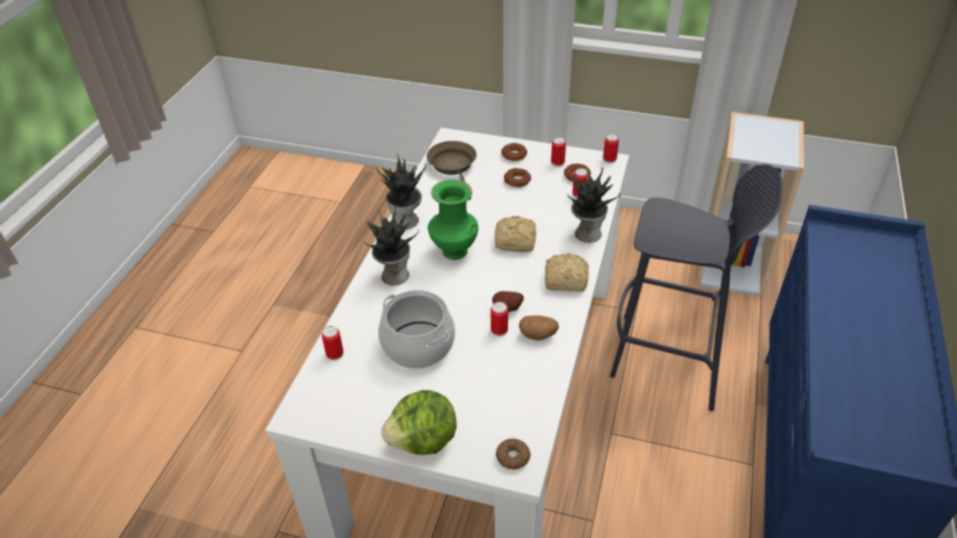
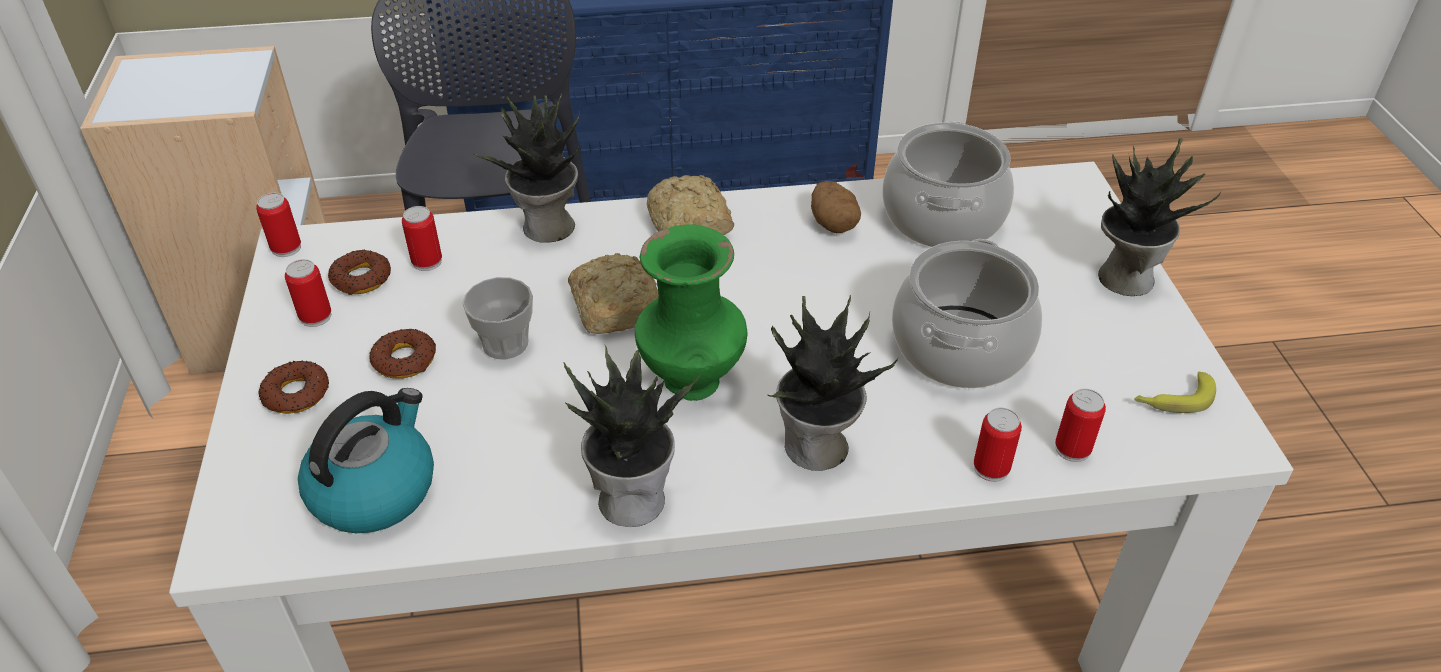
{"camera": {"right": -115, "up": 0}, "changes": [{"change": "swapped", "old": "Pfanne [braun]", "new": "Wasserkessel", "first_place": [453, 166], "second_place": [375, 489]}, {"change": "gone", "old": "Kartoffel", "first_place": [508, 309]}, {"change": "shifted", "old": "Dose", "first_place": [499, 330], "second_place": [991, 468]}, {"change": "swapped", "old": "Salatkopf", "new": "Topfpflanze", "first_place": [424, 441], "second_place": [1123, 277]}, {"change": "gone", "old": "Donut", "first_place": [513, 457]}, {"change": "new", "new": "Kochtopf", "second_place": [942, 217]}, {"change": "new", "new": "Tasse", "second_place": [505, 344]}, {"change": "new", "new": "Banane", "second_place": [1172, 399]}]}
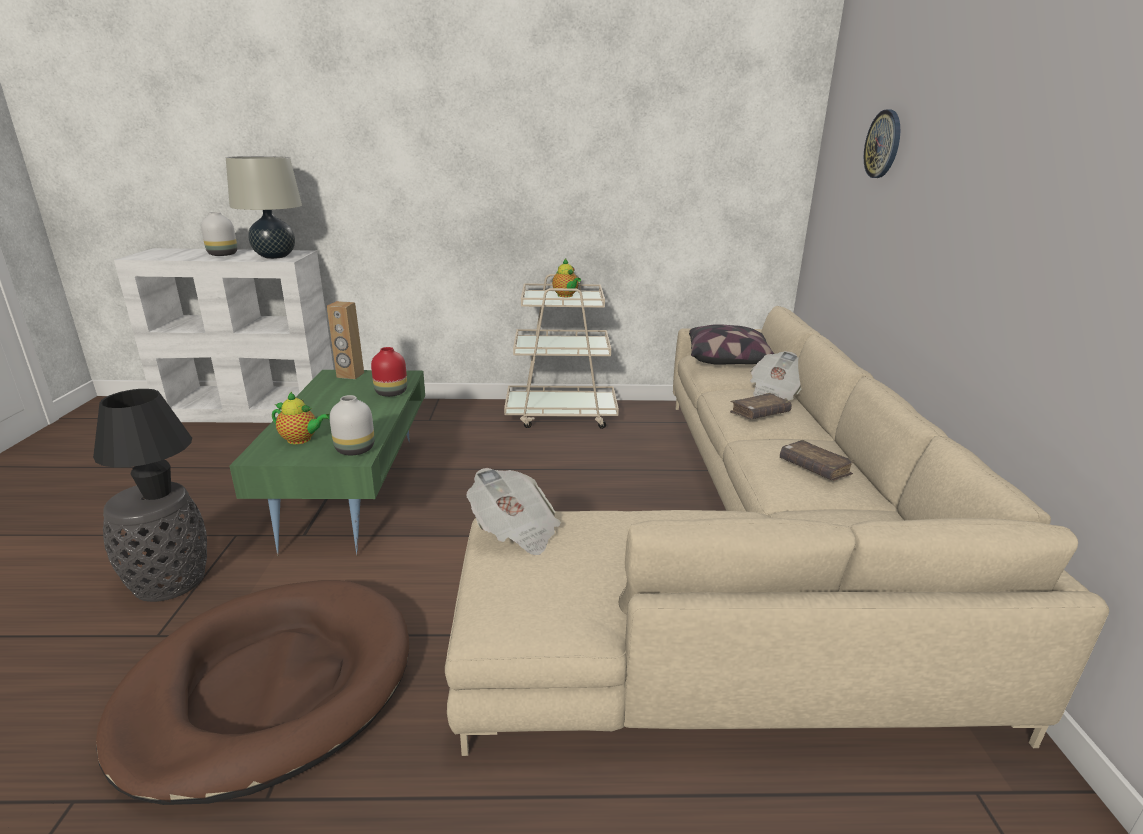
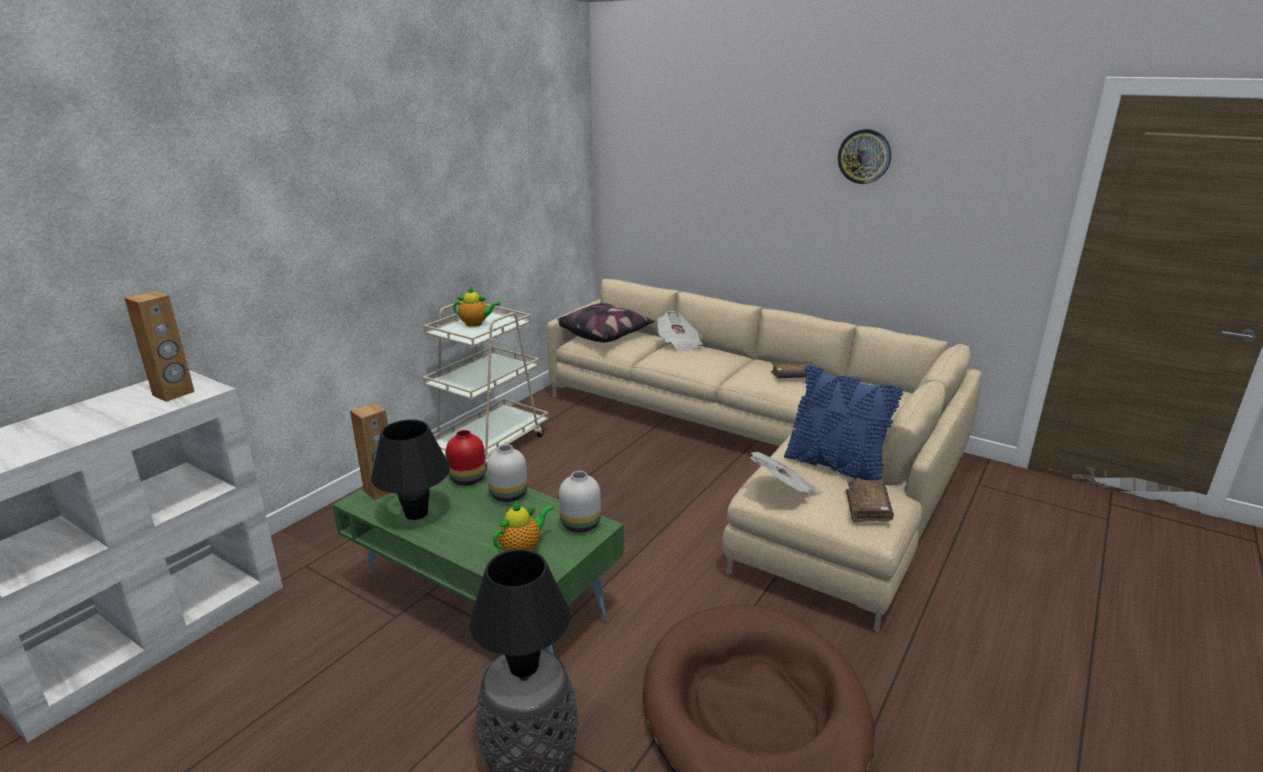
{"camera": {"right": -55, "up": 0}, "changes": [{"change": "shifted", "old": "Wanduhr", "first_place": [883, 144], "second_place": [864, 156]}, {"change": "swapped", "old": "Tischlampe [beige]", "new": "Lautsprecher [braun]", "first_place": [275, 256], "second_place": [174, 393]}, {"change": "shifted", "old": "Vase [weiß]", "first_place": [222, 255], "second_place": [508, 496]}, {"change": "shifted", "old": "Buch [braun]", "first_place": [759, 414], "second_place": [867, 507]}, {"change": "new", "new": "Kissen [blau]", "second_place": [835, 466]}, {"change": "new", "new": "Tischlampe [schwarz]", "second_place": [416, 513]}]}
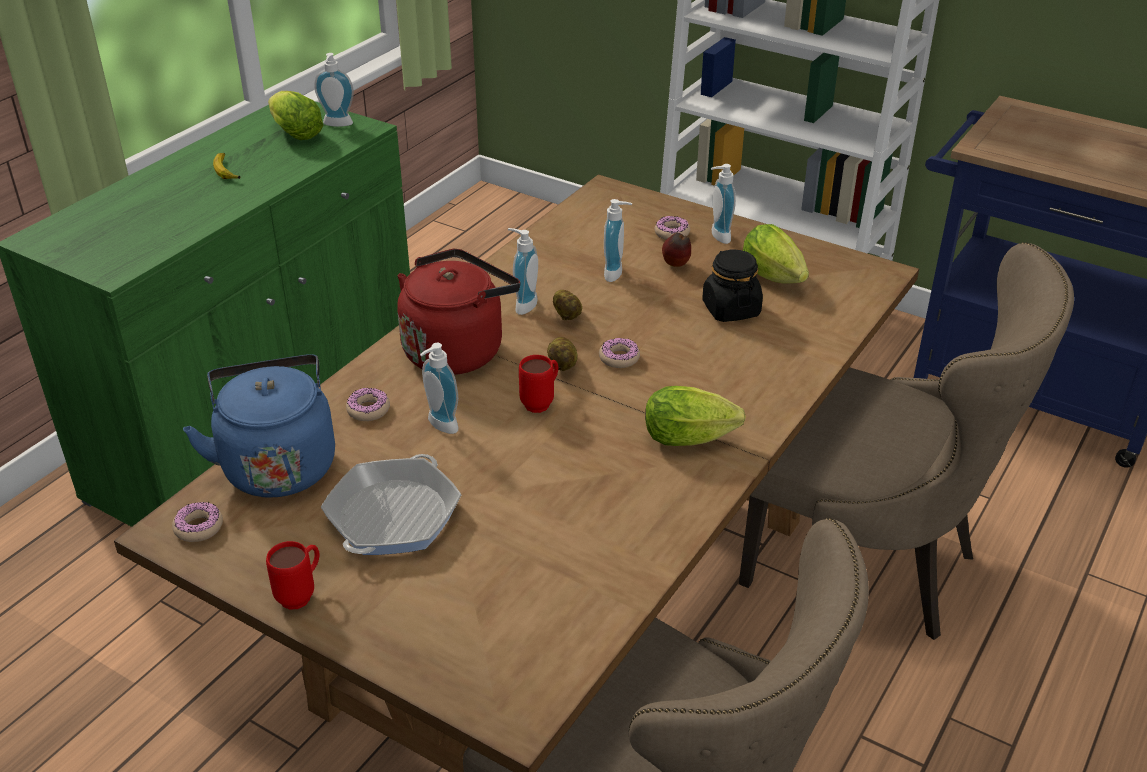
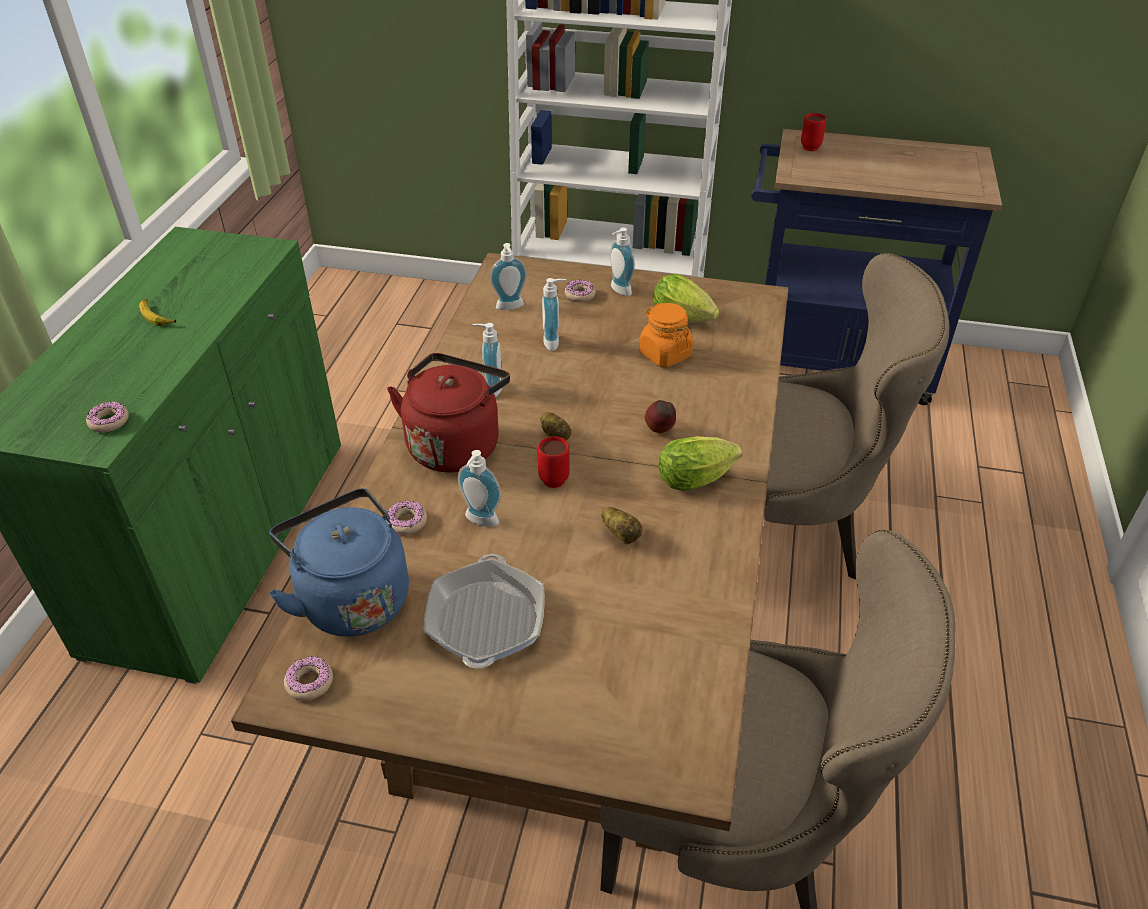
{"camera": {"right": -20, "up": 5}, "changes": [{"change": "shifted", "old": "Seifenspender", "first_place": [337, 125], "second_place": [510, 307]}, {"change": "gone", "old": "Salatkopf", "first_place": [294, 133]}, {"change": "shifted", "old": "Apfel", "first_place": [676, 266], "second_place": [660, 430]}, {"change": "repainted", "old": "Vorratsglas [schwarz]", "new": "Vorratsglas [orange]", "first_place": [730, 309], "second_place": [664, 354]}, {"change": "shifted", "old": "Kartoffel", "first_place": [567, 315], "second_place": [621, 534]}, {"change": "shifted", "old": "Donut", "first_place": [619, 358], "second_place": [109, 421]}, {"change": "shifted", "old": "Henkelbecher [rot]", "first_place": [302, 594], "second_place": [811, 146]}]}
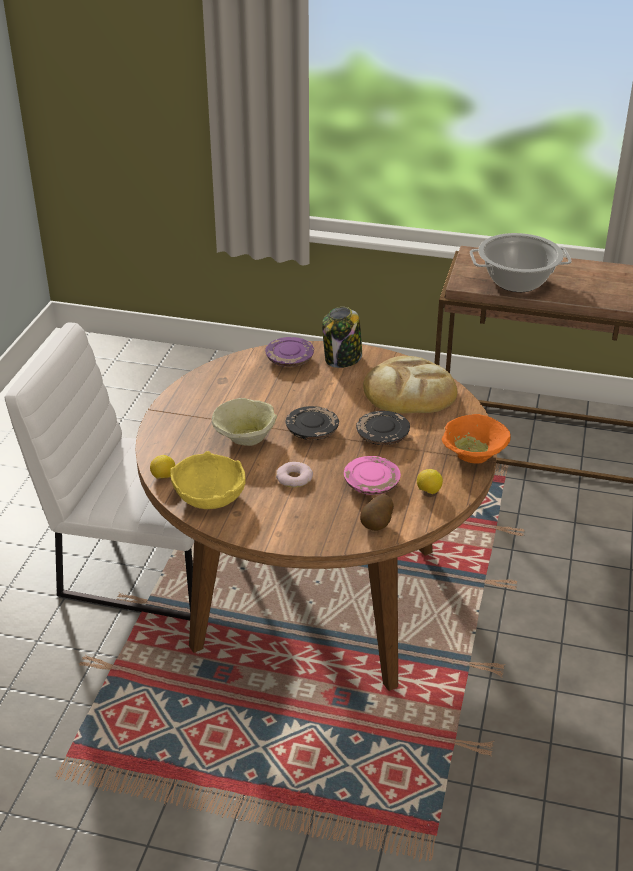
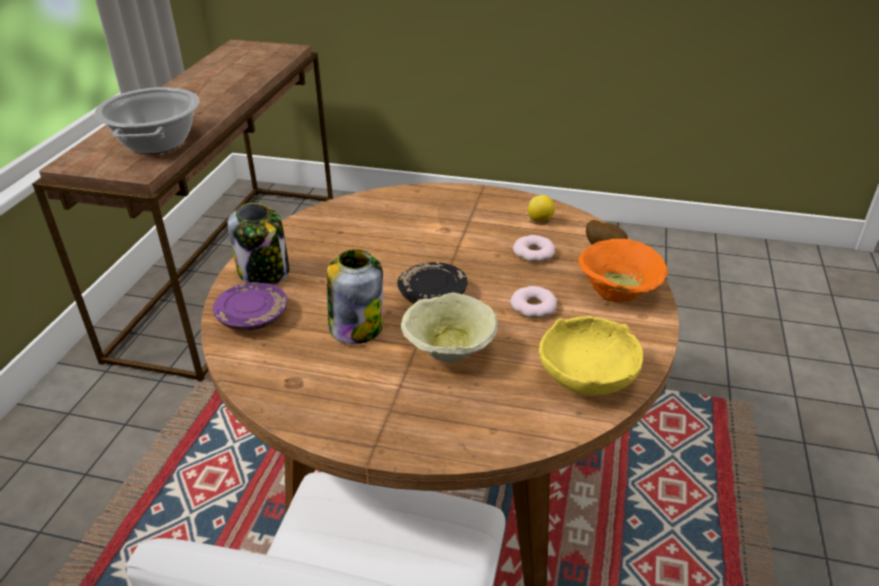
{"camera": {"right": -90, "up": 0}, "changes": [{"change": "gone", "old": "Brot", "first_place": [409, 391]}, {"change": "gone", "old": "Teller [schwarz]", "first_place": [382, 436]}, {"change": "shifted", "old": "Schüssel [orange]", "first_place": [473, 457], "second_place": [620, 292]}, {"change": "gone", "old": "Zitrone", "first_place": [163, 477]}, {"change": "swapped", "old": "Teller [rosa]", "new": "Donut", "first_place": [371, 483], "second_place": [534, 253]}, {"change": "new", "new": "Vorratsglas", "second_place": [356, 326]}]}
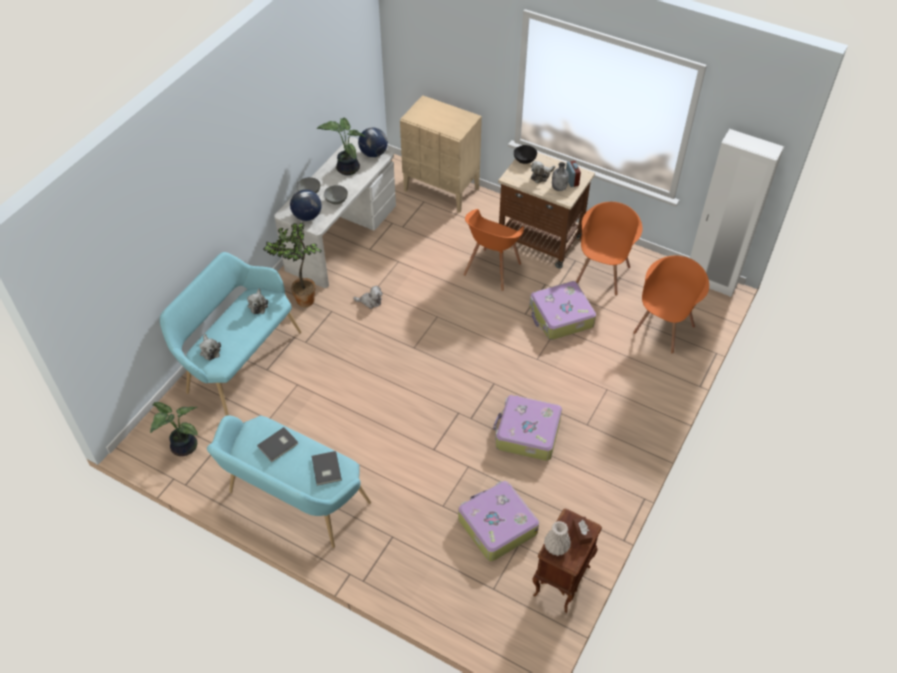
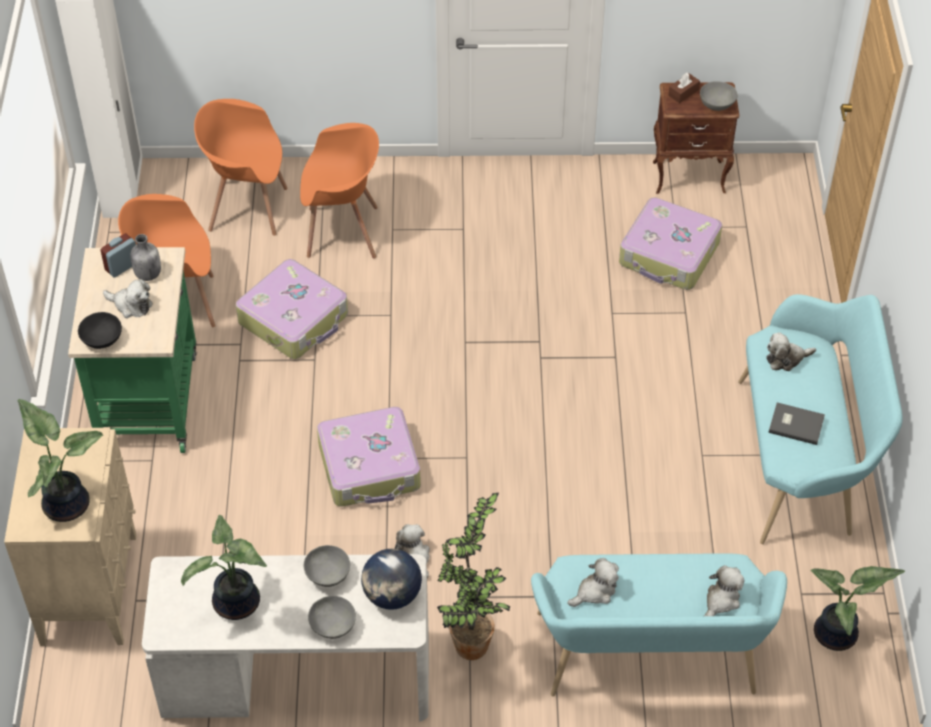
{"camera": {"right": -120, "up": 0}, "changes": [{"change": "gone", "old": "Globus", "first_place": [374, 153]}, {"change": "repainted", "old": "Rollwagen [braun]", "new": "Rollwagen [grün]", "first_place": [540, 242], "second_place": [148, 401]}, {"change": "shifted", "old": "Stuhl [orange]", "first_place": [492, 270], "second_place": [344, 233]}, {"change": "shifted", "old": "Koffer", "first_place": [527, 433], "second_place": [370, 467]}, {"change": "swapped", "old": "Buch [grau]", "new": "Plüschtier", "first_place": [325, 469], "second_place": [786, 359]}, {"change": "swapped", "old": "Vase [weiß]", "new": "Schüssel [grau]", "first_place": [556, 547], "second_place": [717, 105]}, {"change": "new", "new": "Topfpflanze", "second_place": [67, 502]}]}
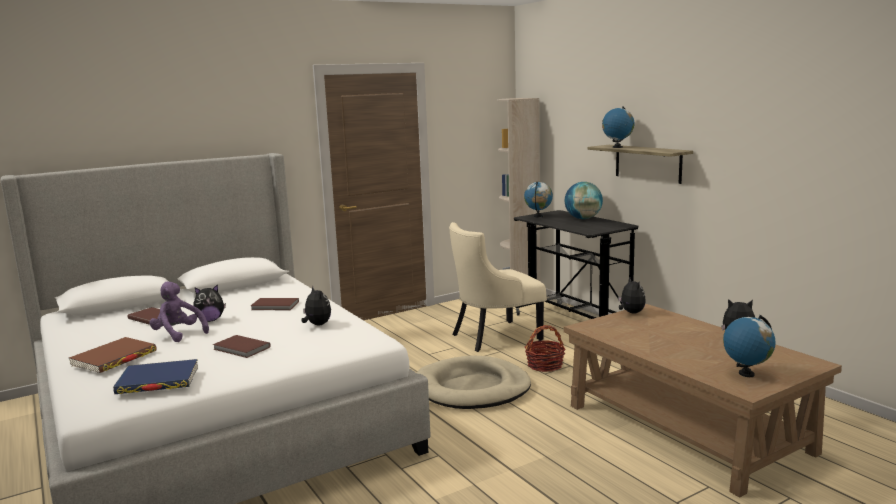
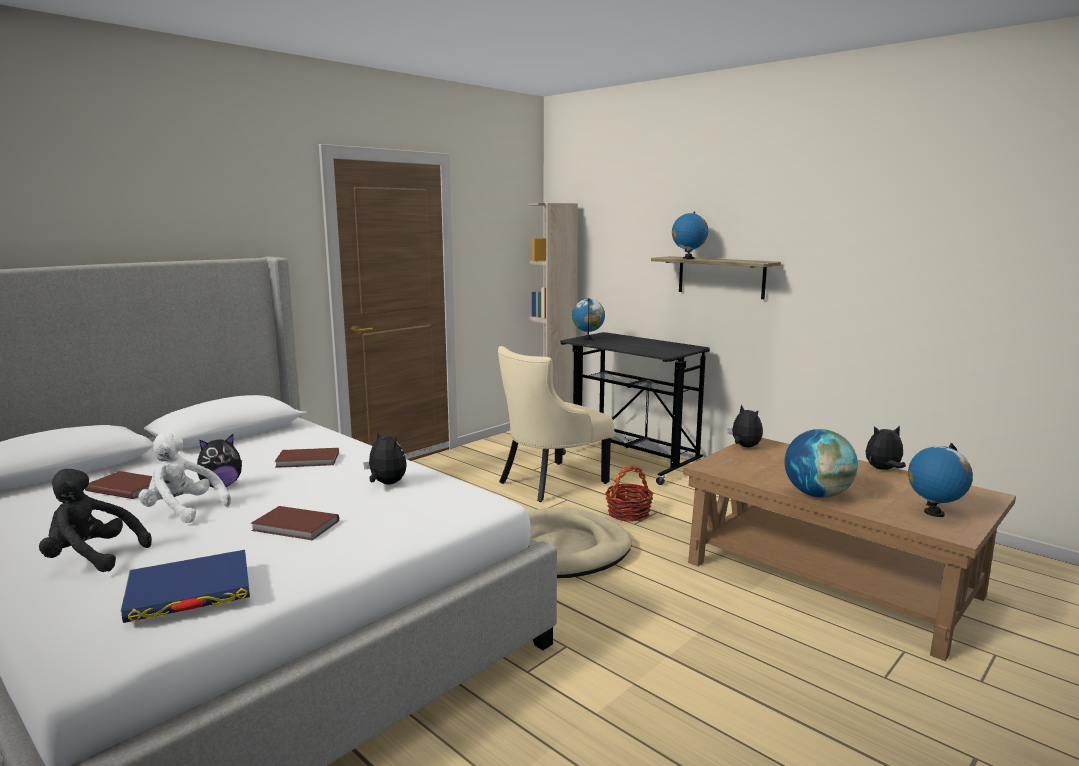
{"camera": {"right": -15, "up": 0}, "changes": [{"change": "shifted", "old": "Globus", "first_place": [583, 218], "second_place": [817, 494]}, {"change": "repainted", "old": "Plüschtier [lila]", "new": "Plüschtier [weiß]", "first_place": [178, 334], "second_place": [182, 510]}, {"change": "swapped", "old": "Buch [braun]", "new": "Plüschtier [schwarz]", "first_place": [114, 358], "second_place": [92, 558]}]}
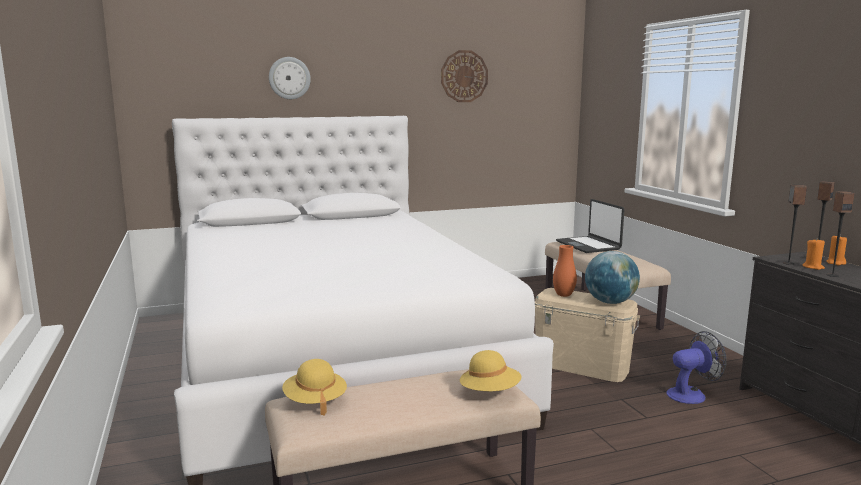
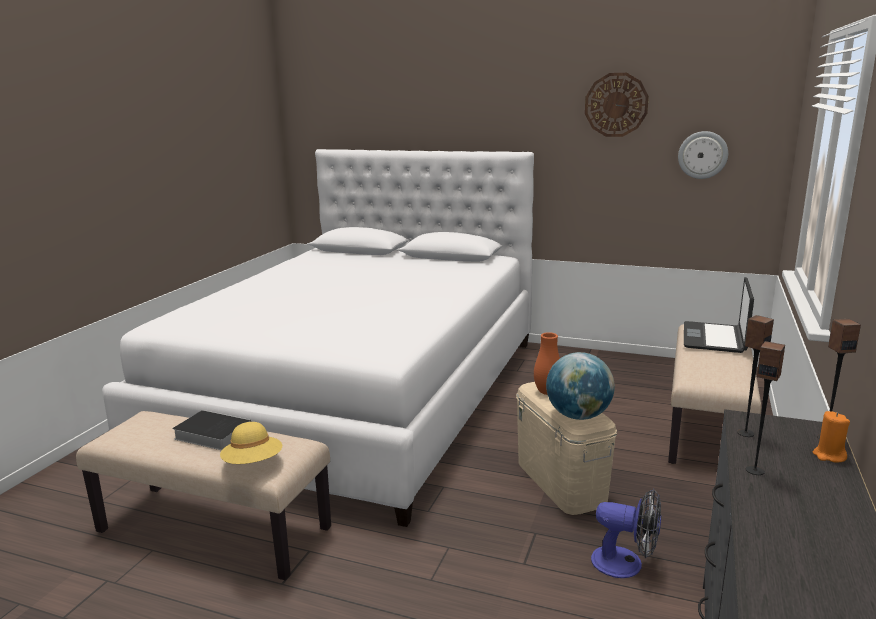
{"camera": {"right": 40, "up": 5}, "changes": [{"change": "shifted", "old": "Wanduhr", "first_place": [289, 78], "second_place": [702, 155]}, {"change": "gone", "old": "Kerze [orange]", "first_place": [813, 267]}, {"change": "gone", "old": "Hut [gelb]", "first_place": [315, 401]}, {"change": "new", "new": "Buch", "second_place": [210, 434]}]}
